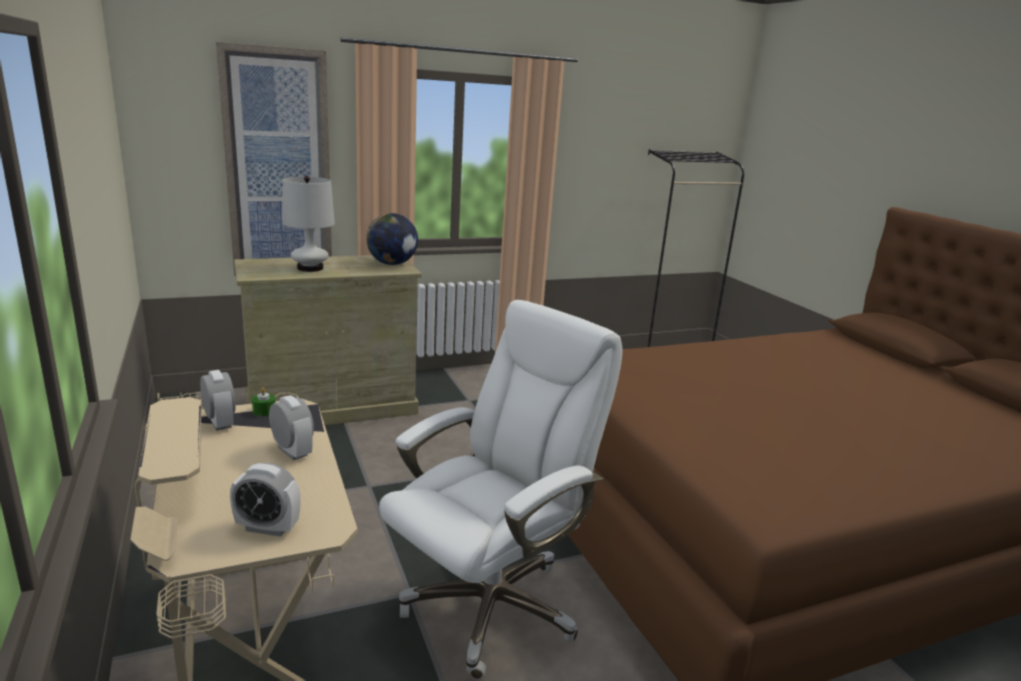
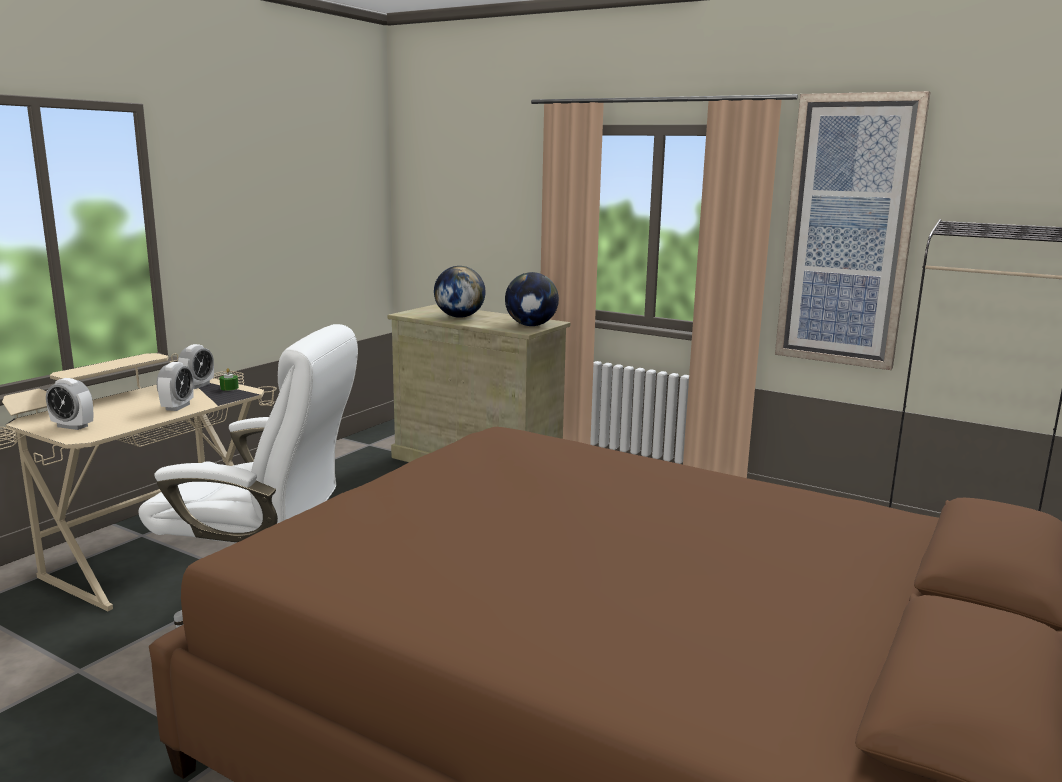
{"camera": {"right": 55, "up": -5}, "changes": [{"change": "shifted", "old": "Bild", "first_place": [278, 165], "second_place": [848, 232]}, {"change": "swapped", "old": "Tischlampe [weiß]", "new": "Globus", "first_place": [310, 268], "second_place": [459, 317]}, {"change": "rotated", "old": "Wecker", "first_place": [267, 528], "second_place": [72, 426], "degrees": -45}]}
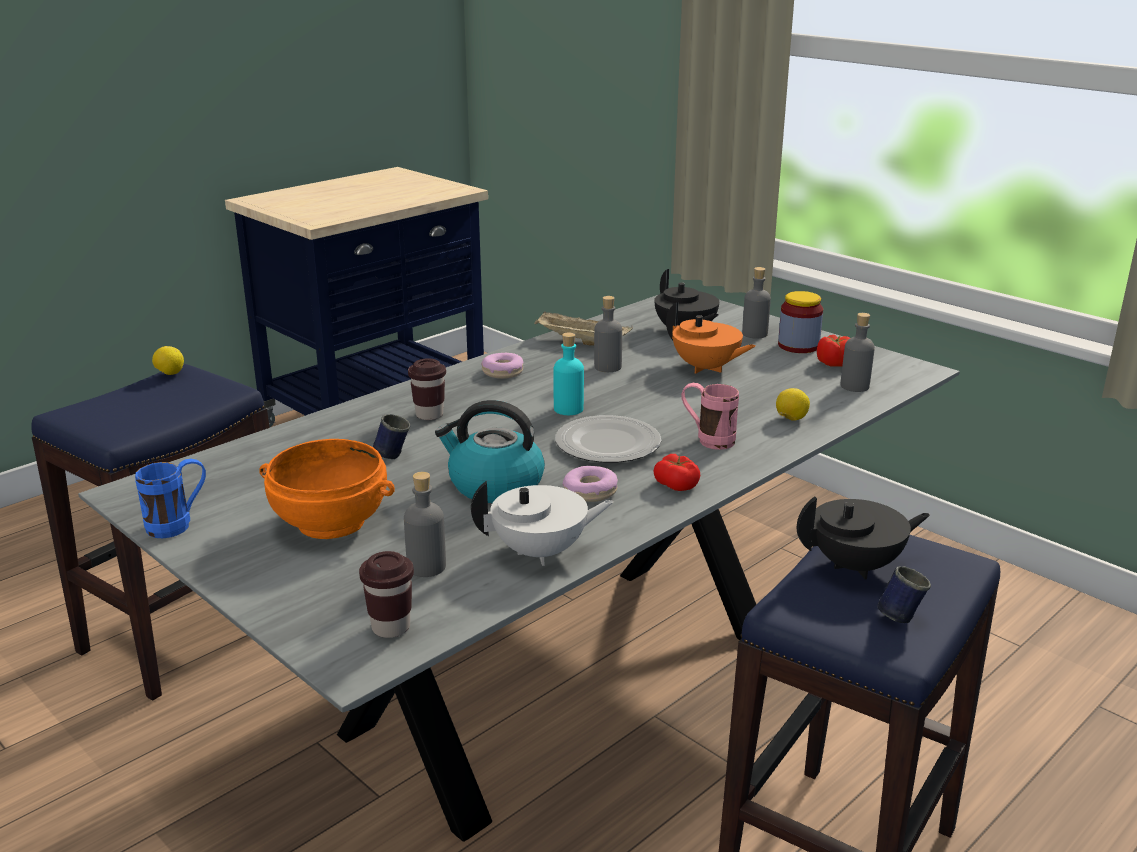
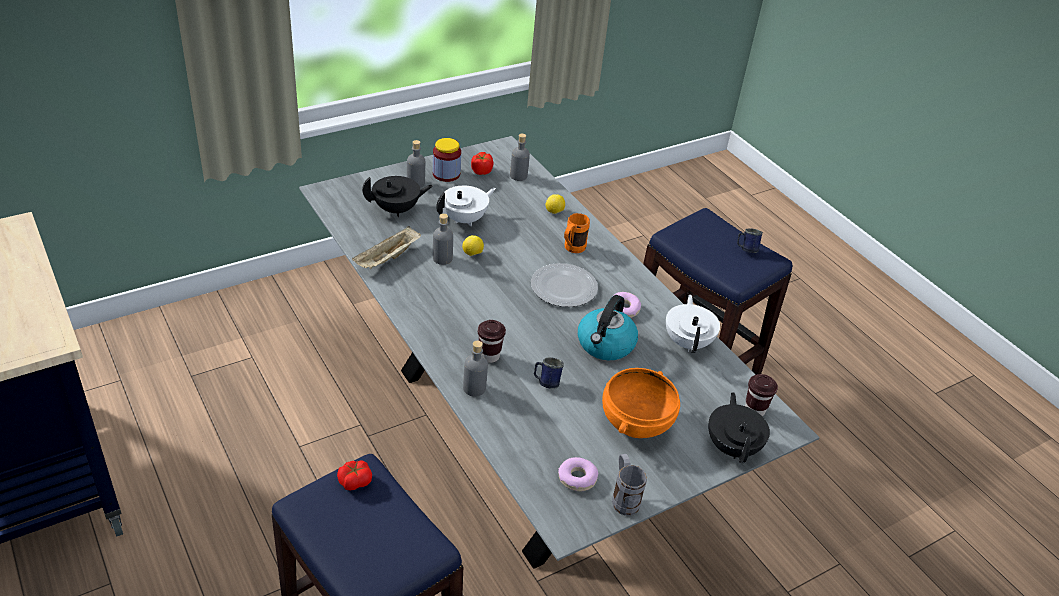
{"camera": {"right": -80, "up": 15}, "changes": [{"change": "repainted", "old": "Teekanne [orange]", "new": "Teekanne [weiß]", "first_place": [706, 368], "second_place": [465, 219]}, {"change": "gone", "old": "Flasche [türkis]", "first_place": [568, 409]}, {"change": "shifted", "old": "Zitrone", "first_place": [170, 374], "second_place": [472, 254]}, {"change": "shifted", "old": "Donut", "first_place": [502, 372], "second_place": [577, 478]}, {"change": "repainted", "old": "Henkelbecher [rosa]", "new": "Henkelbecher [orange]", "first_place": [707, 440], "second_place": [571, 249]}, {"change": "shifted", "old": "Tomate", "first_place": [676, 484], "second_place": [355, 481]}, {"change": "repainted", "old": "Henkelbecher [blau]", "new": "Henkelbecher [grau]", "first_place": [179, 525], "second_place": [623, 498]}, {"change": "shifted", "old": "Flasche [grau]", "first_place": [426, 567], "second_place": [474, 388]}, {"change": "shifted", "old": "Teekanne [schwarz]", "first_place": [857, 566], "second_place": [733, 447]}]}
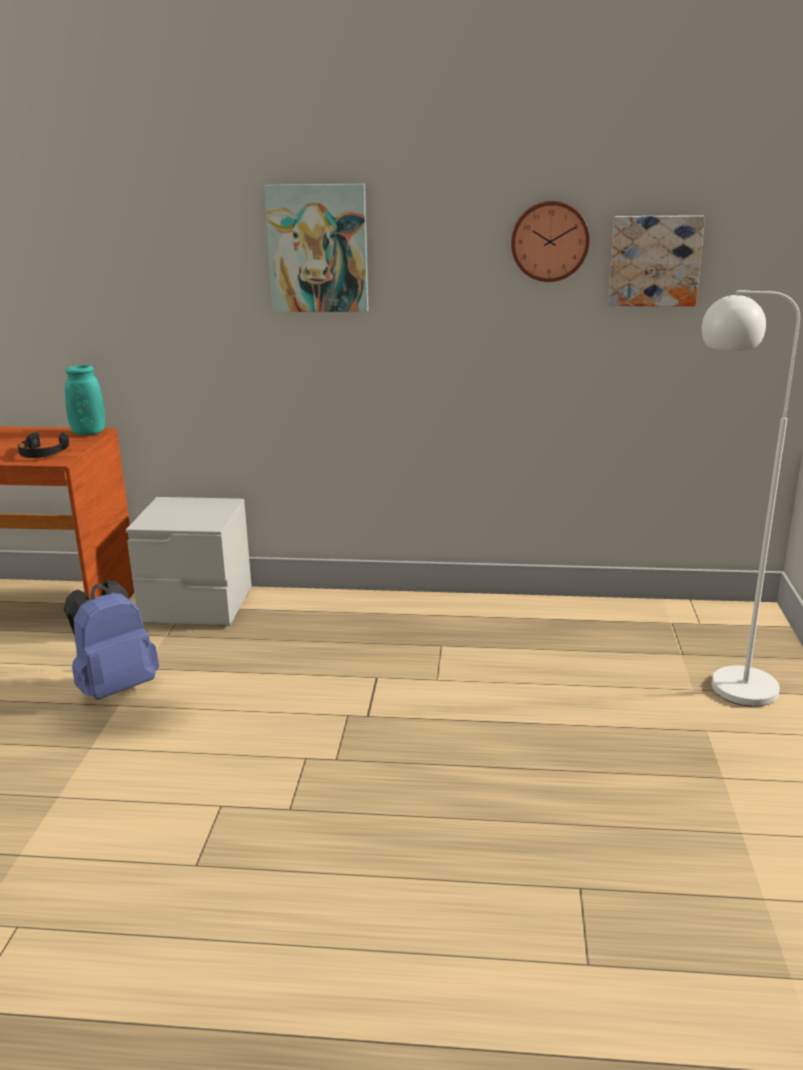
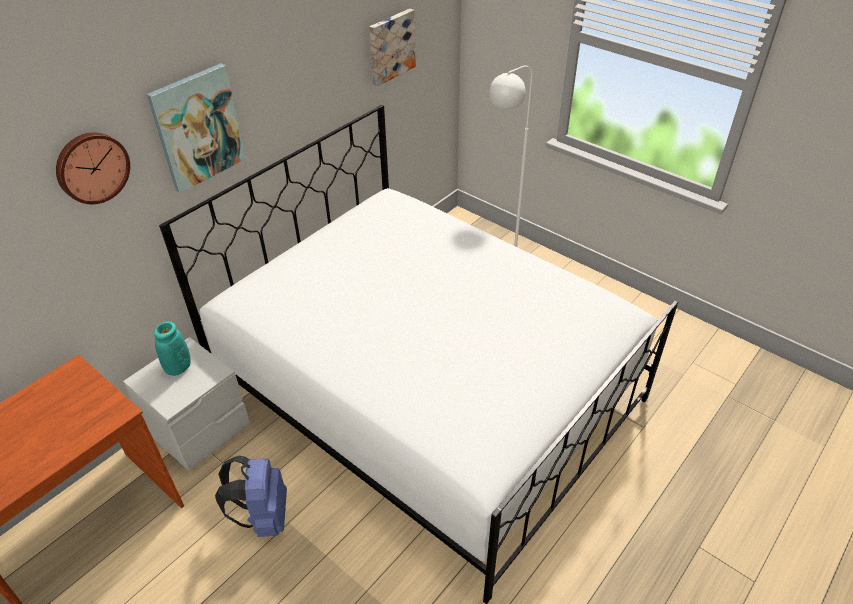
{"camera": {"right": -55, "up": 20}, "changes": [{"change": "shifted", "old": "Wanduhr", "first_place": [549, 241], "second_place": [91, 167]}, {"change": "shifted", "old": "Vase [türkis]", "first_place": [89, 433], "second_place": [178, 367]}, {"change": "gone", "old": "Kopfhörer [schwarz]", "first_place": [43, 453]}, {"change": "new", "new": "Bett [weiß]", "second_place": [427, 391]}]}
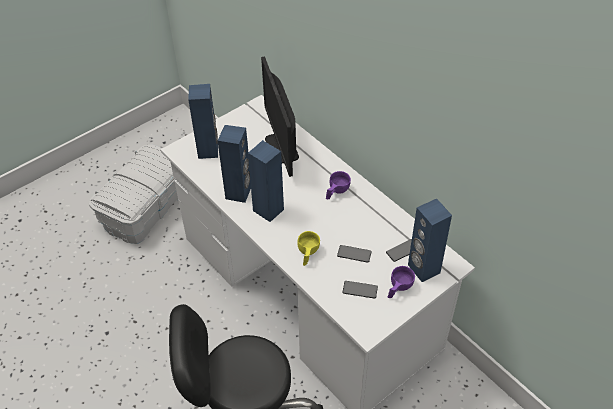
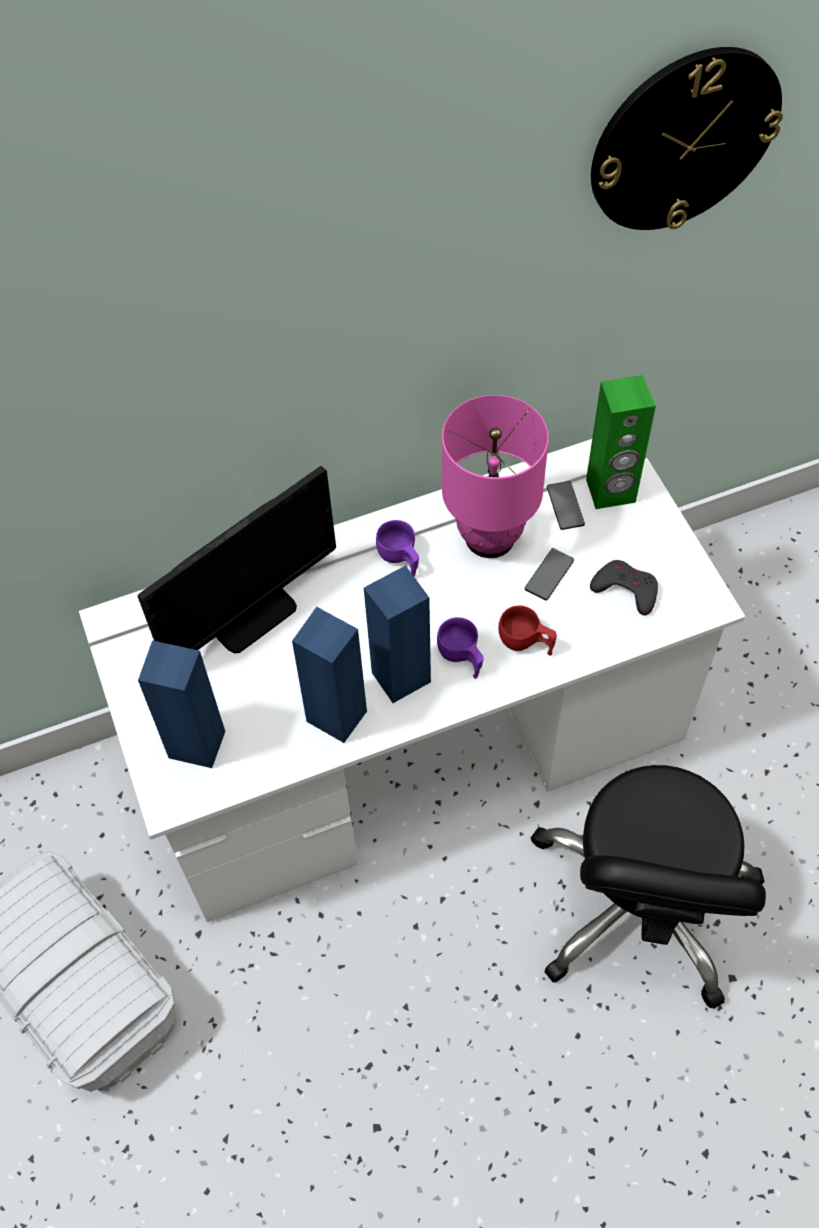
{"camera": {"right": -70, "up": 10}, "changes": [{"change": "rotated", "old": "Monitor", "first_place": [282, 148], "second_place": [251, 614], "degrees": -45}, {"change": "repainted", "old": "Lautsprecher [blau]", "new": "Lautsprecher [grün]", "first_place": [423, 269], "second_place": [611, 491]}, {"change": "repainted", "old": "Tasse [gelb]", "new": "Tasse [rot]", "first_place": [307, 254], "second_place": [526, 643]}, {"change": "shifted", "old": "Tasse [lila]", "first_place": [398, 288], "second_place": [461, 657]}, {"change": "swapped", "old": "Handy", "new": "Gamepad [grau]", "first_place": [360, 290], "second_place": [625, 589]}, {"change": "new", "new": "Wanduhr", "second_place": [684, 140]}, {"change": "new", "new": "Tischlampe [rosa]", "second_place": [490, 537]}]}
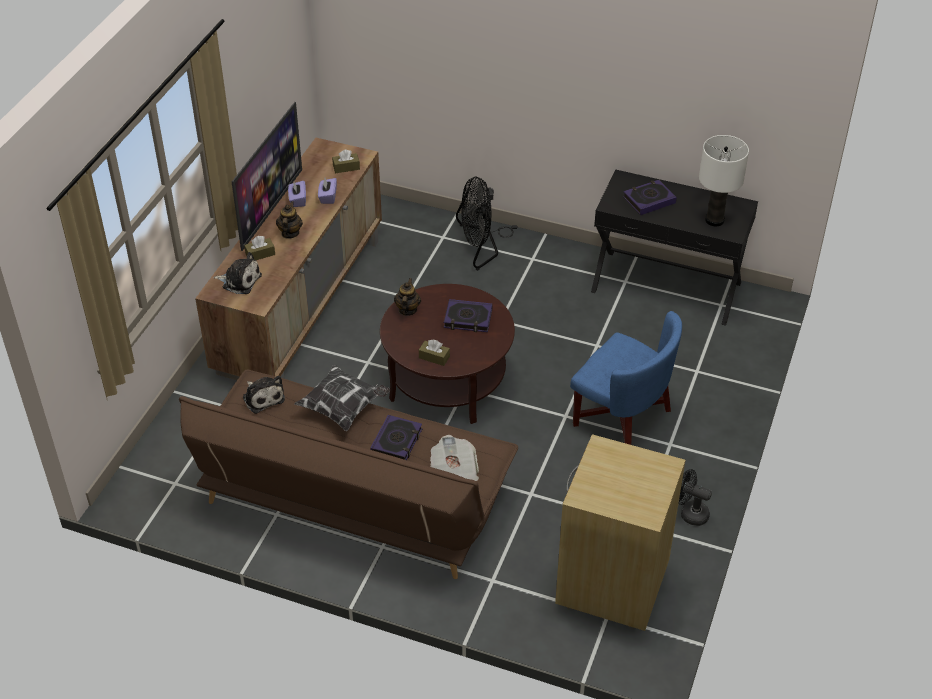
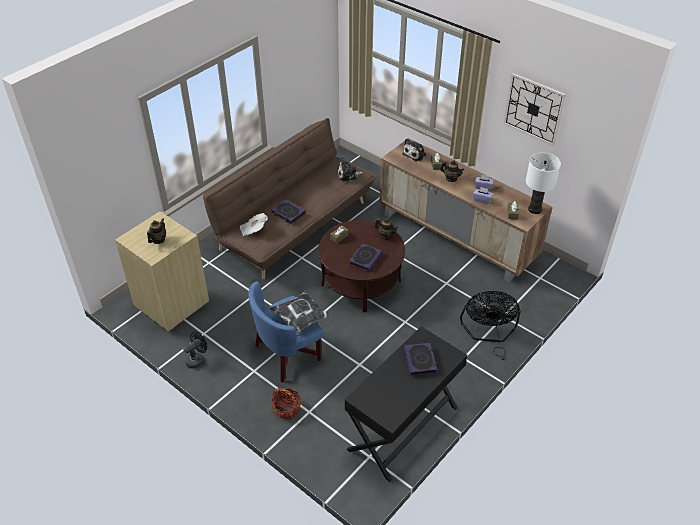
{"camera": {"right": 110, "up": 0}, "changes": [{"change": "gone", "old": "Fernseher", "first_place": [270, 208]}, {"change": "shifted", "old": "Tischlampe [weiß]", "first_place": [715, 220], "second_place": [534, 209]}, {"change": "shifted", "old": "Kissen", "first_place": [343, 408], "second_place": [300, 320]}, {"change": "new", "new": "Wanduhr", "second_place": [533, 109]}, {"change": "new", "new": "Teekanne", "second_place": [158, 240]}, {"change": "new", "new": "Korb", "second_place": [286, 408]}]}
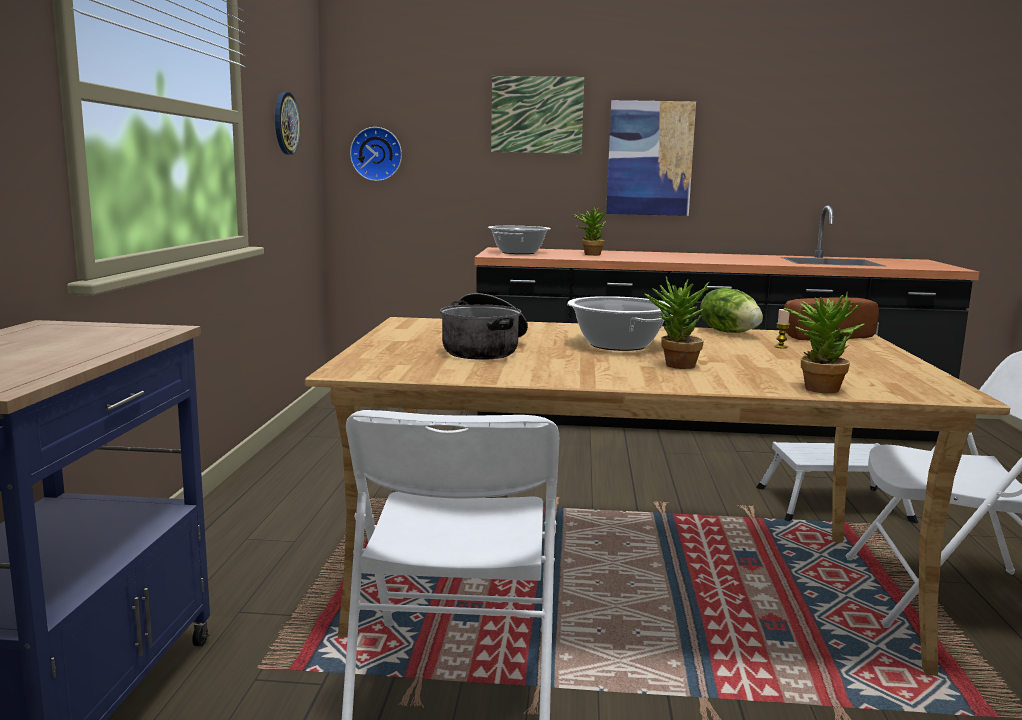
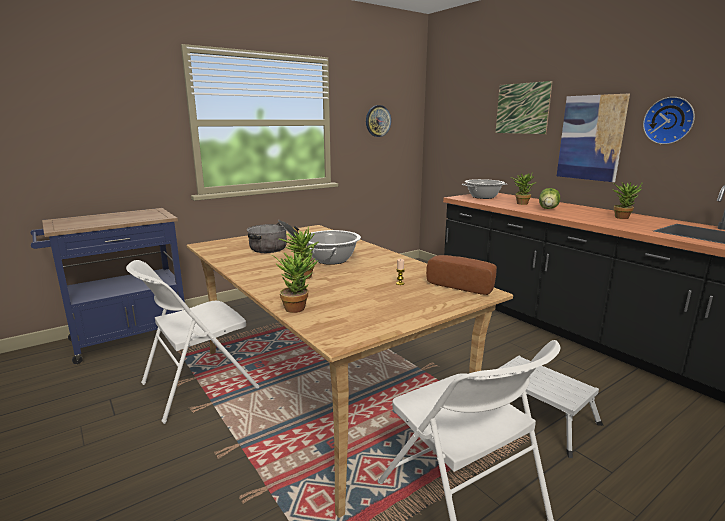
{"camera": {"right": 50, "up": 5}, "changes": [{"change": "shifted", "old": "Wanduhr", "first_place": [377, 154], "second_place": [669, 120]}, {"change": "shifted", "old": "Salatkopf", "first_place": [729, 332], "second_place": [548, 209]}, {"change": "new", "new": "Topfpflanze", "second_place": [623, 217]}]}
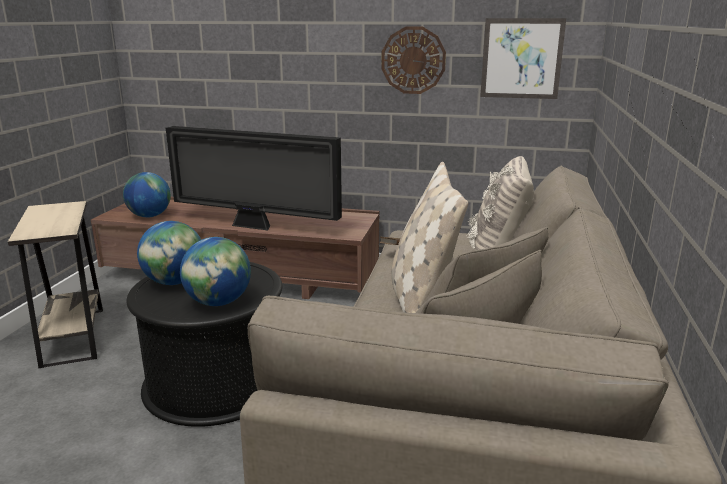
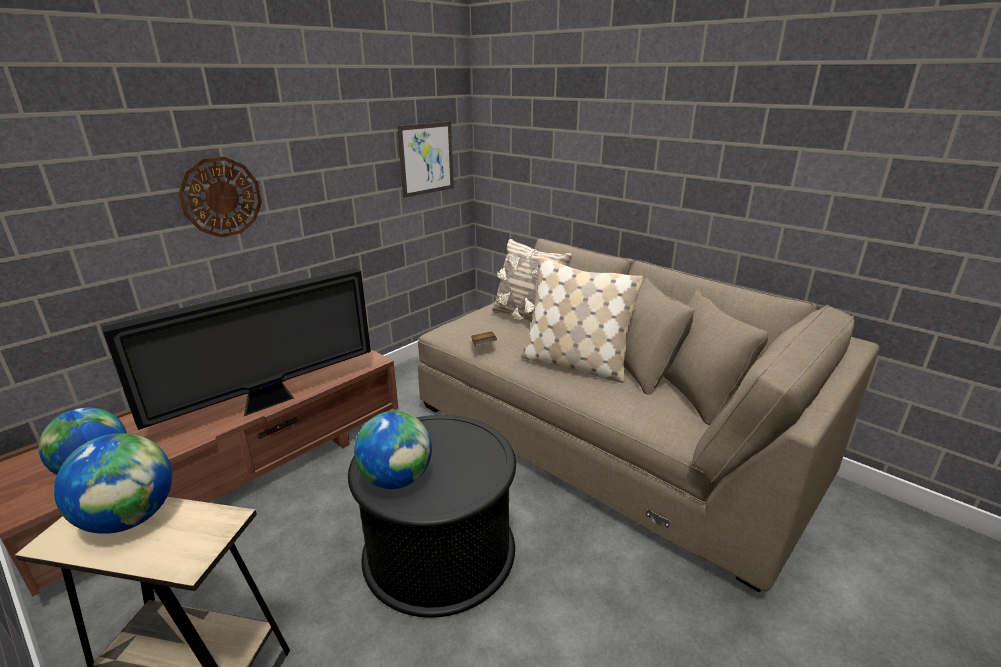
{"camera": {"right": -60, "up": 5}, "changes": [{"change": "shifted", "old": "Wanduhr", "first_place": [413, 60], "second_place": [221, 197]}, {"change": "shifted", "old": "Globus", "first_place": [219, 302], "second_place": [130, 518]}]}
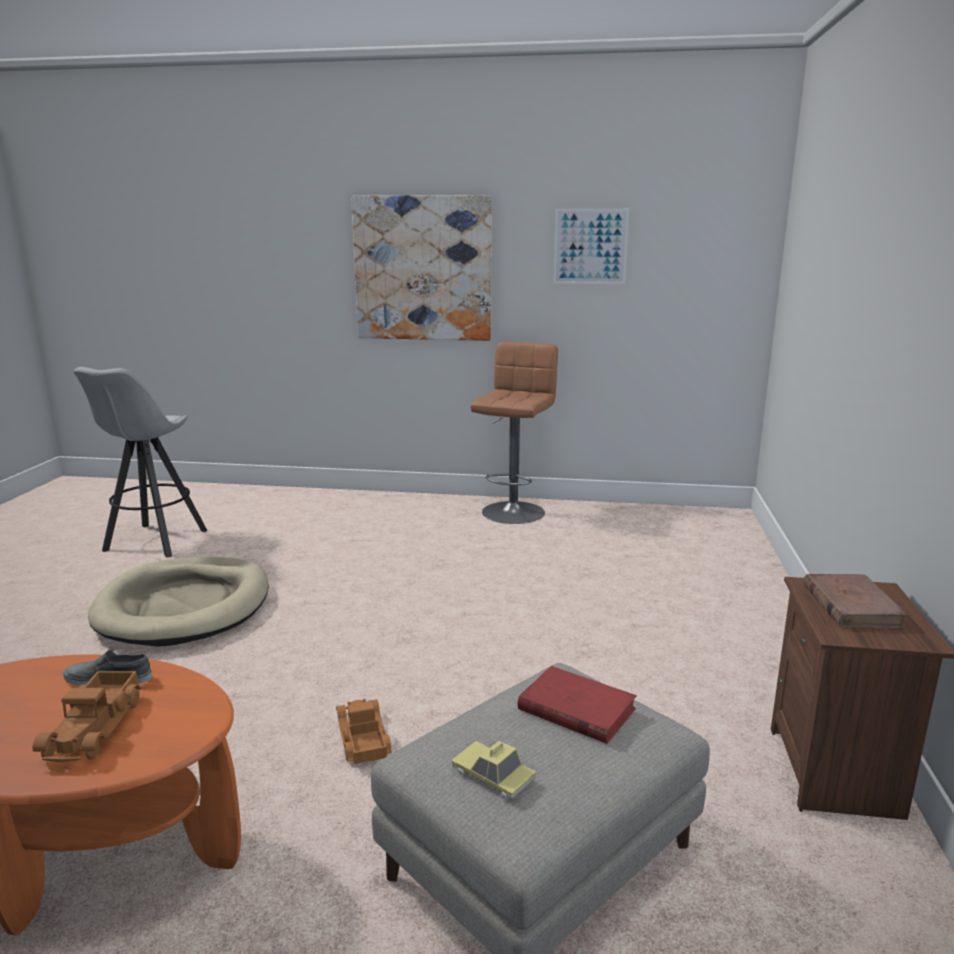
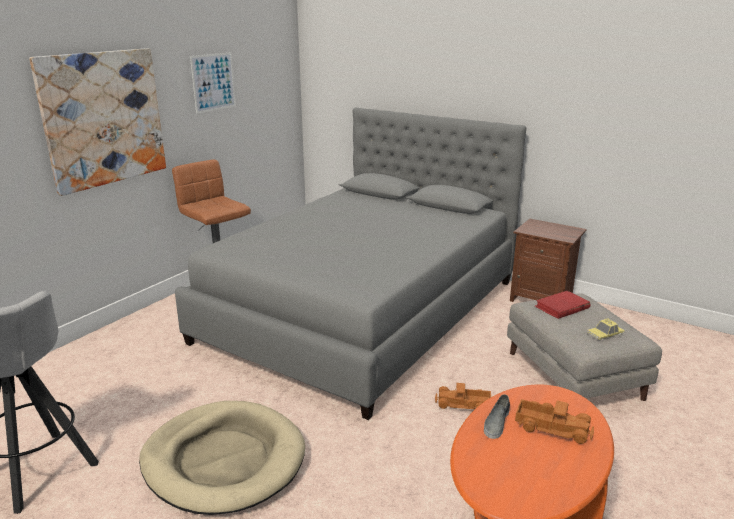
{"camera": {"right": -65, "up": 5}, "changes": [{"change": "gone", "old": "Buch [braun]", "first_place": [851, 606]}, {"change": "new", "new": "Bett [grau]", "second_place": [363, 310]}]}
